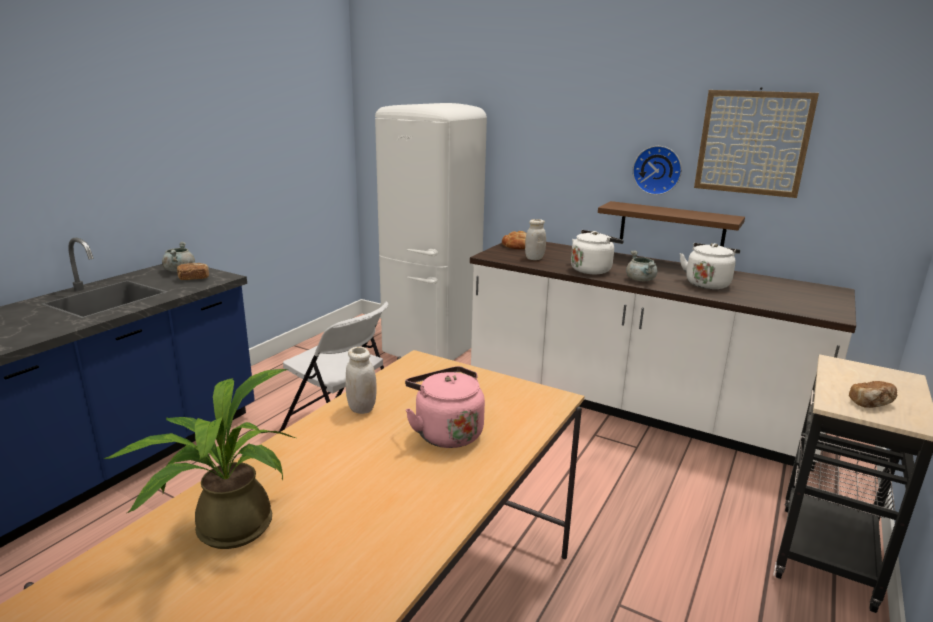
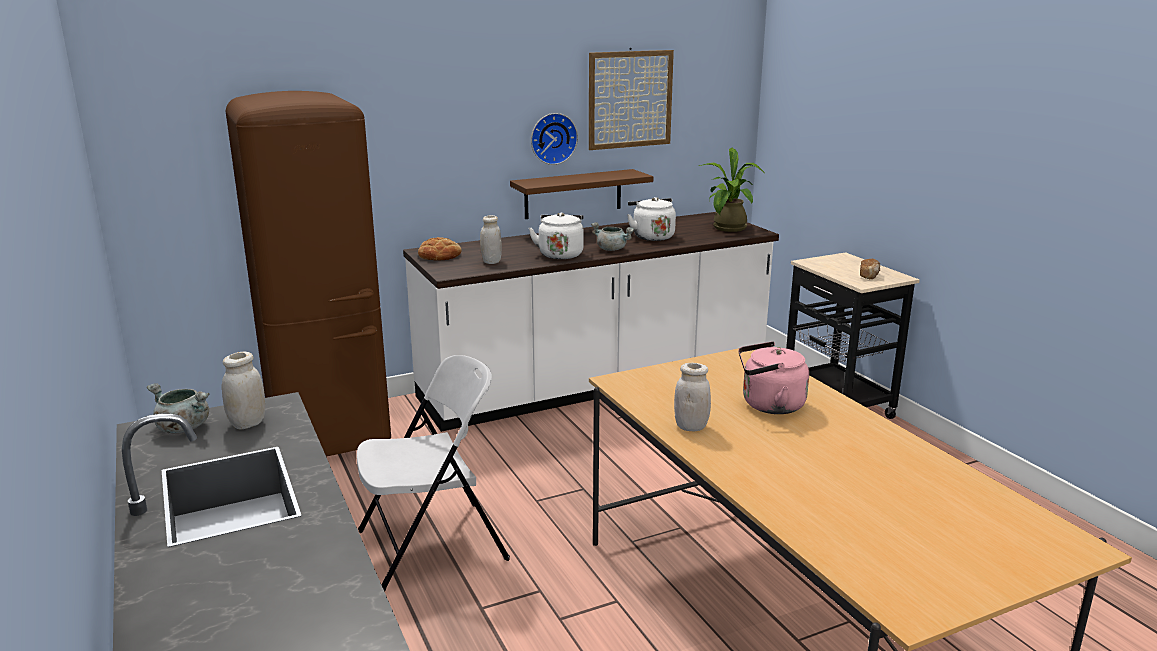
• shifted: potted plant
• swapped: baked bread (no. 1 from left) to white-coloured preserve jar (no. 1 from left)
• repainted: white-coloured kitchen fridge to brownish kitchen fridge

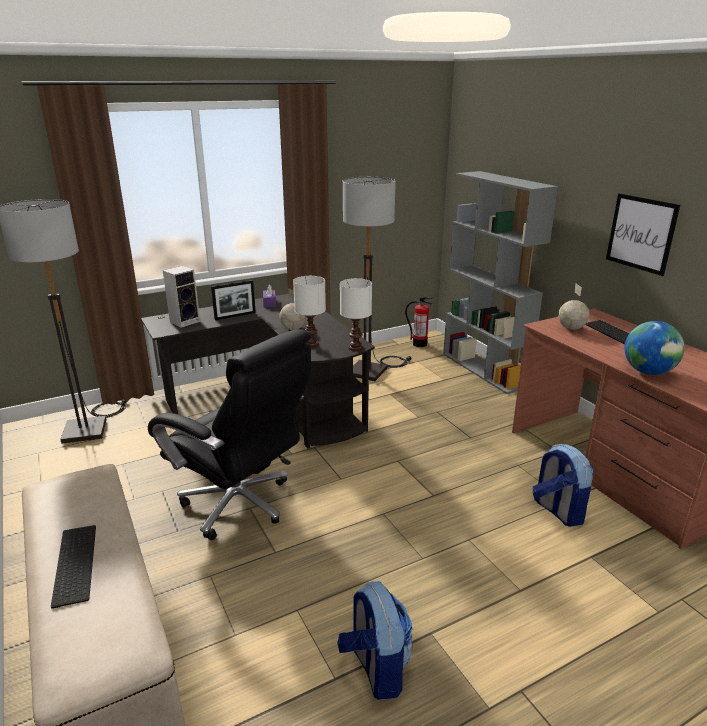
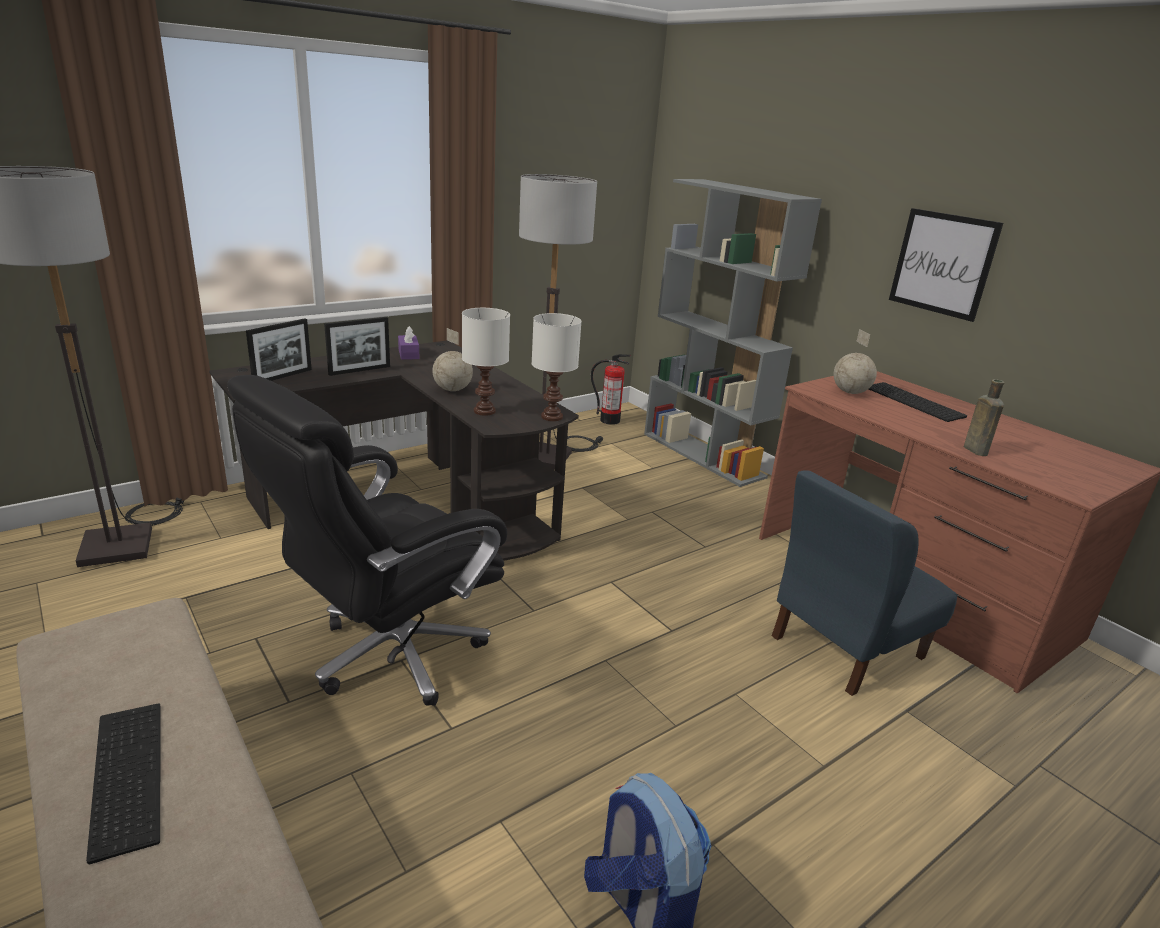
• rotated: black-coloured computer chair 105 degrees clockwise
• swapped: speaker to standing frame (no. 1 from left)
• swapped: rucksack (no. 2 from left) to blue-coloured plain chair
• swapped: desk globe (no. 3 from left) to brownish drink bottle

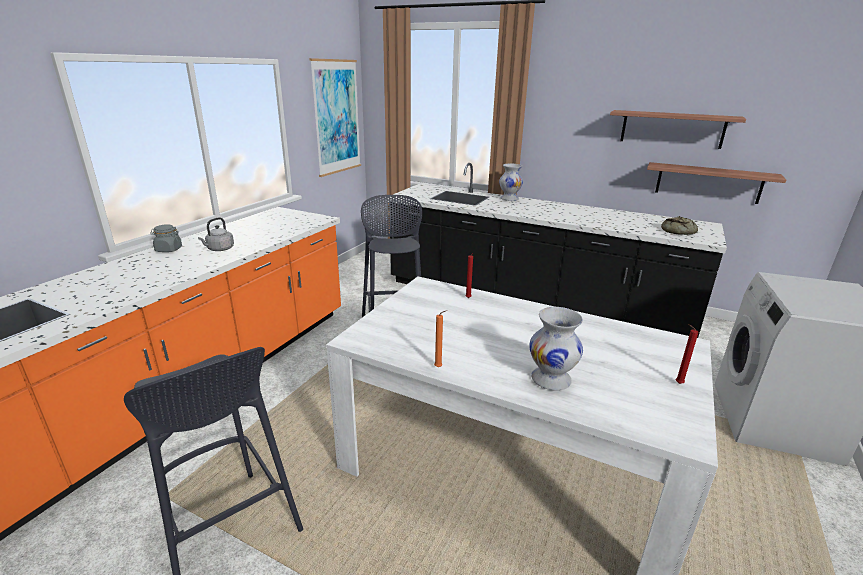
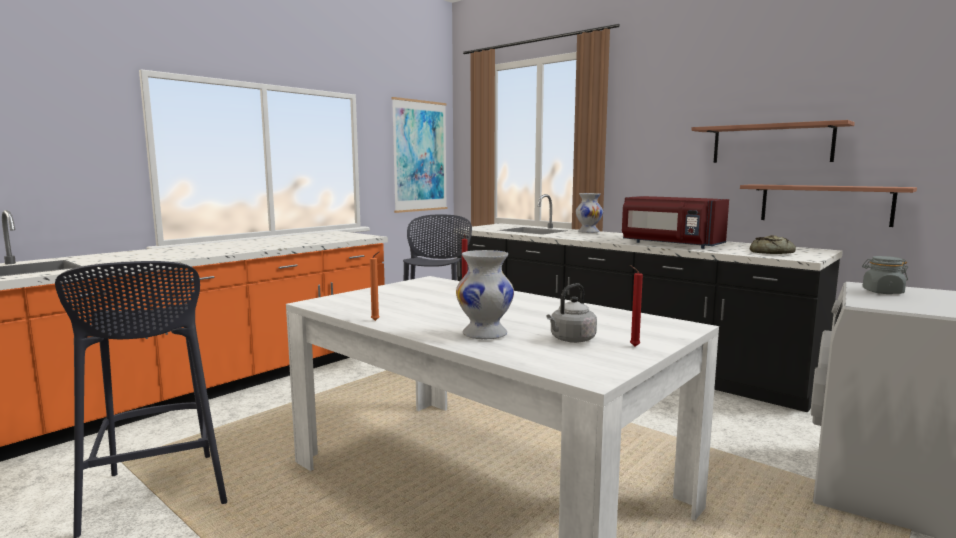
• shifted: gray preserve jar
• shifted: gray water kettle
• new: reddish microwave

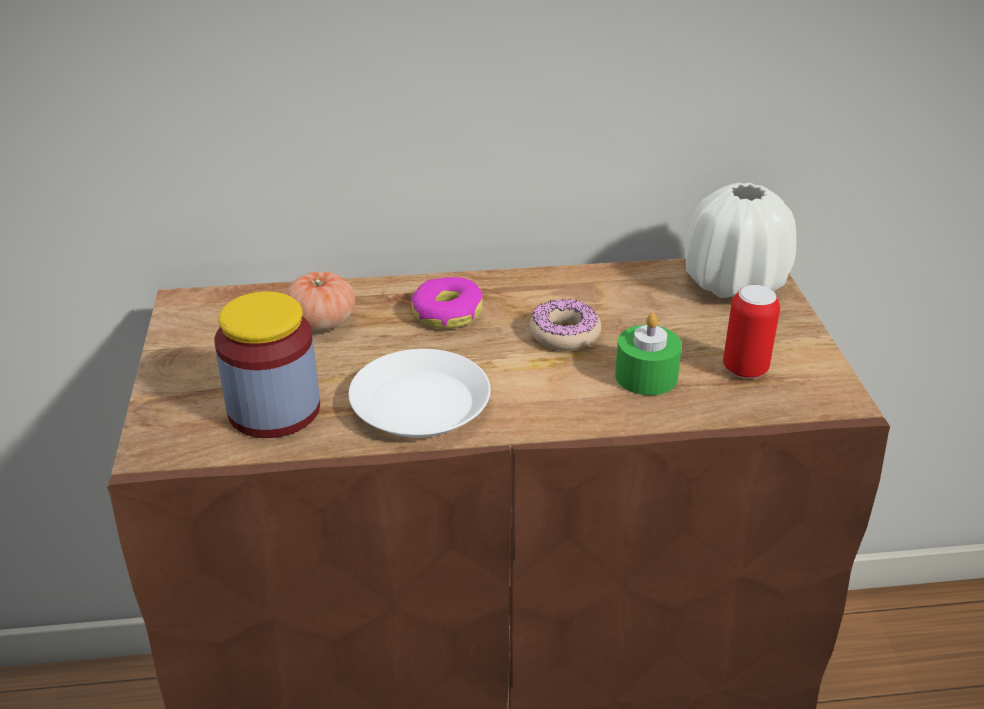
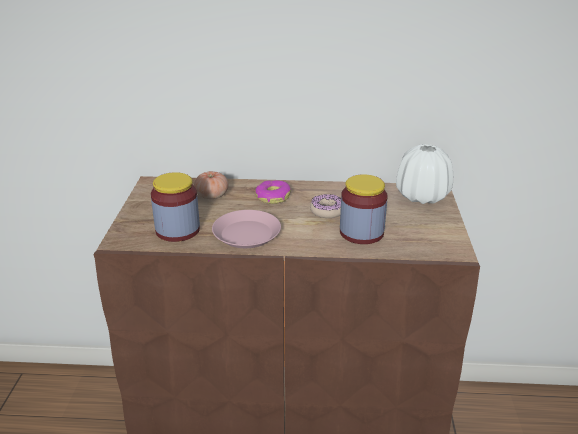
• repainted: white-coloured flat dish to pink flat dish
• swapped: greenish candle to preserve jar (no. 2 from left)
• gone: sealed can

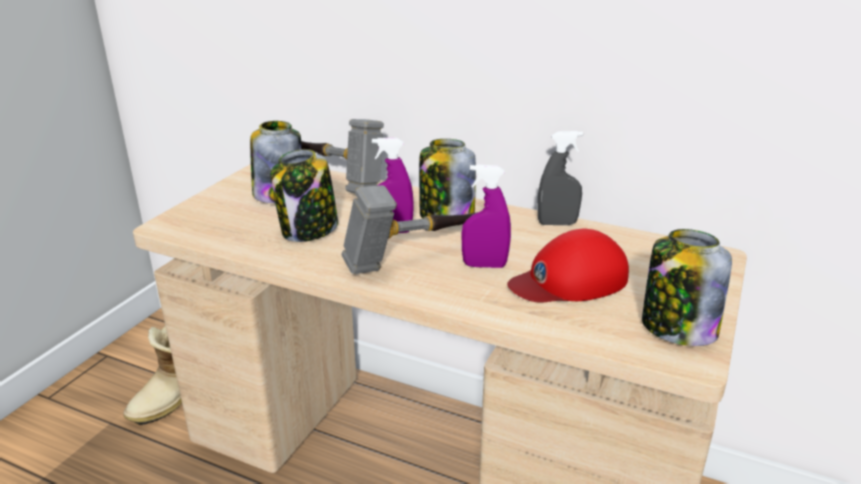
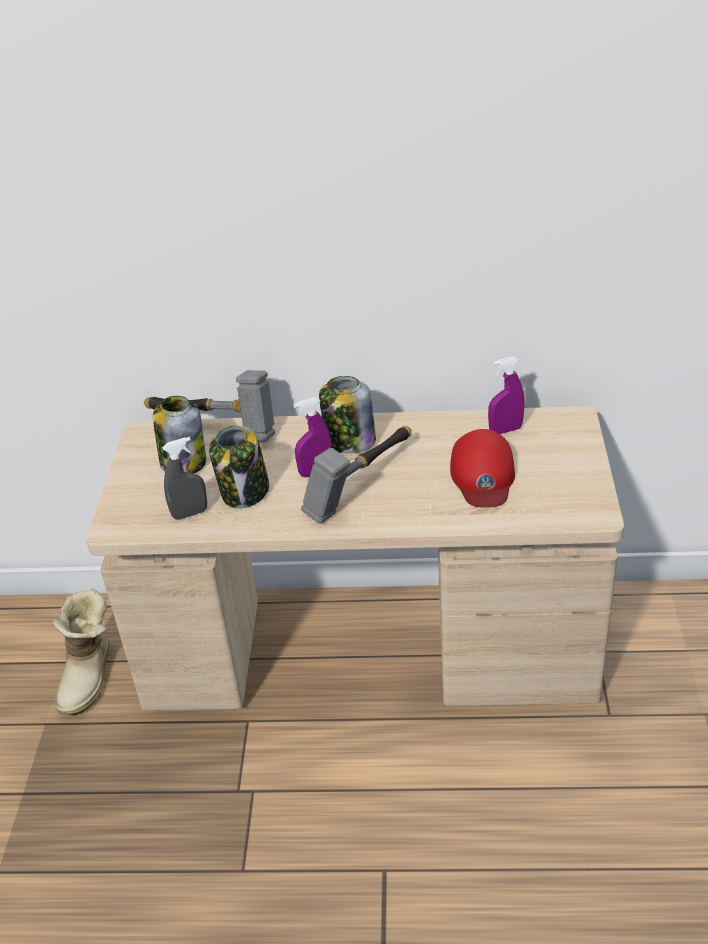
• shifted: purplish spray bottle (no. 2 from left)
• rotated: reddish baseball cap 45 degrees counterclockwise
• shifted: gray spray bottle
• gone: preserve jar (no. 4 from left)

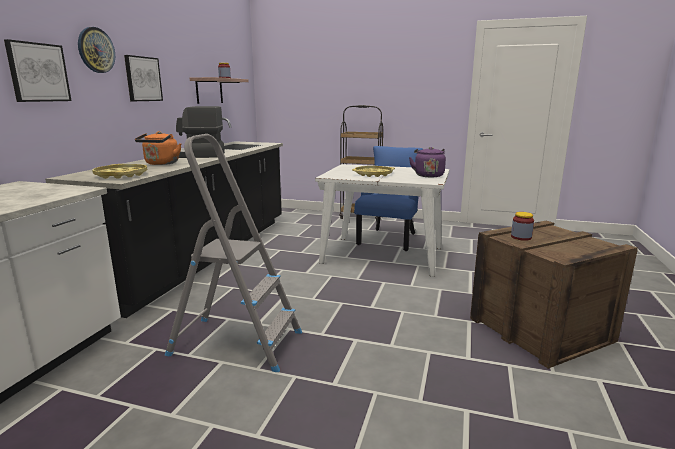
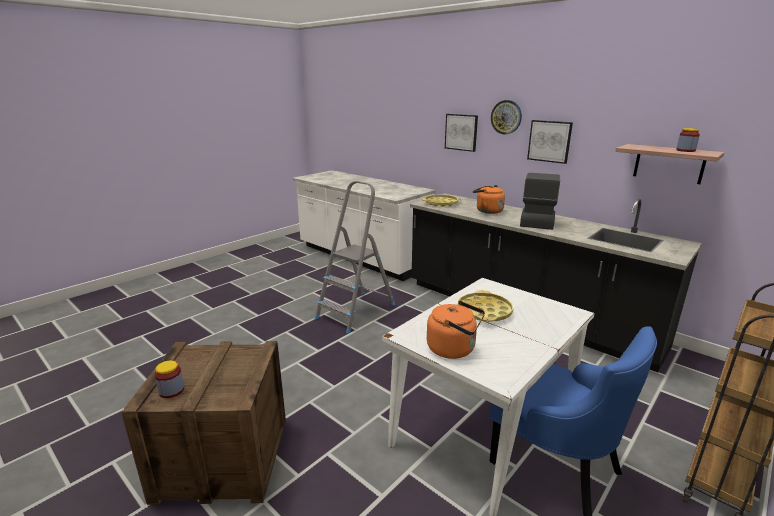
• repainted: purplish water kettle to orange-coloured water kettle (no. 1 from left)
• shifted: preserve jar (no. 2 from left in the first image) to preserve jar (no. 1 from left)

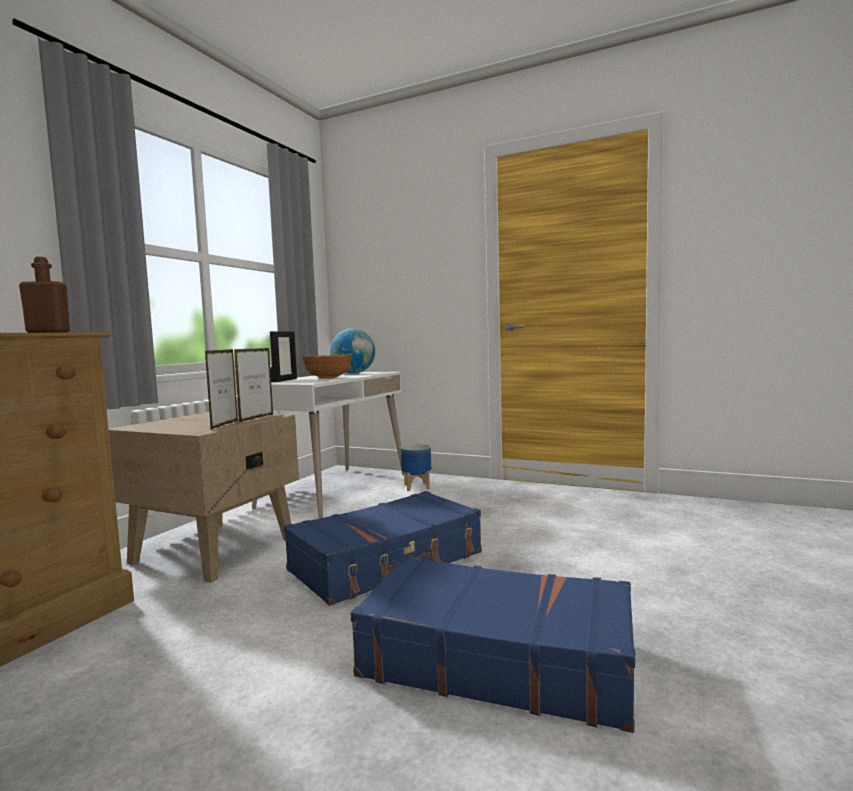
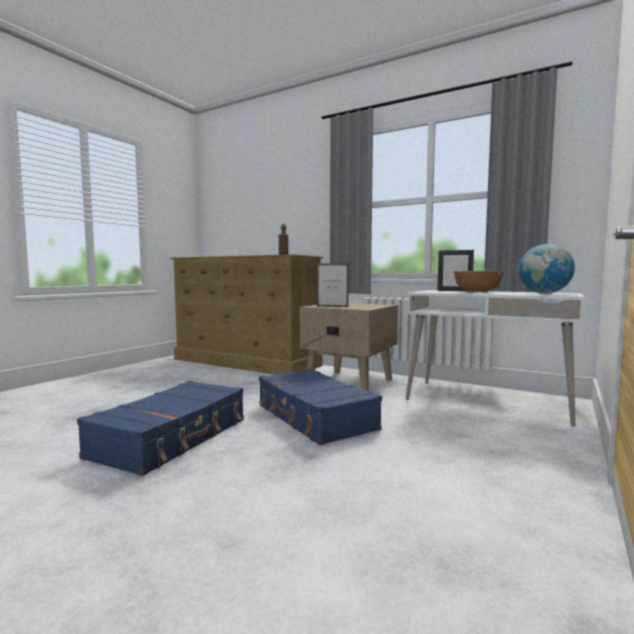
• gone: standing frame (no. 2 from left)
• gone: plant pot

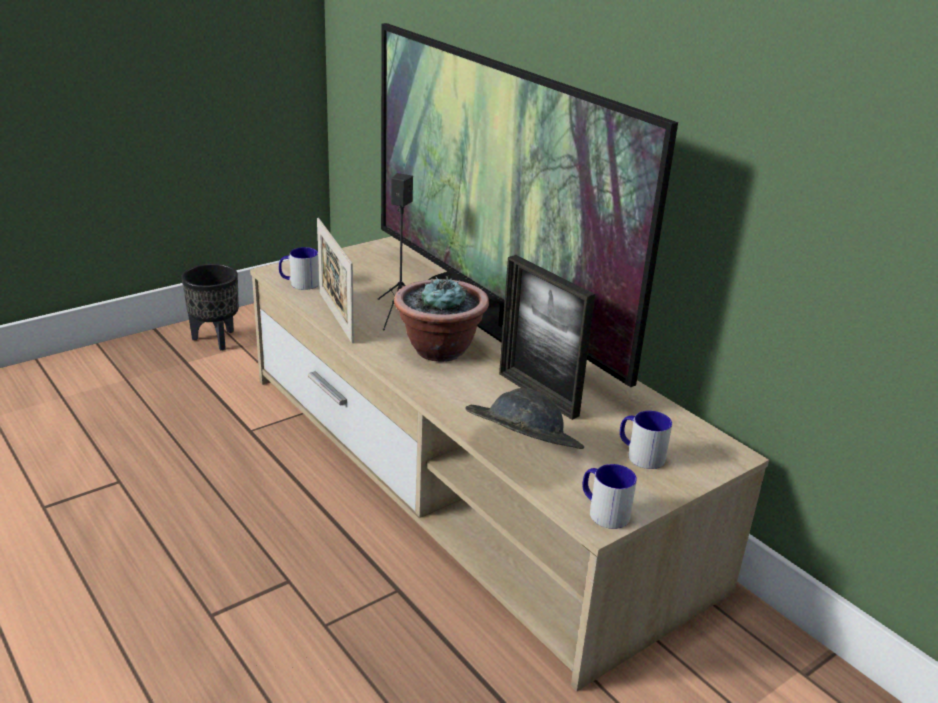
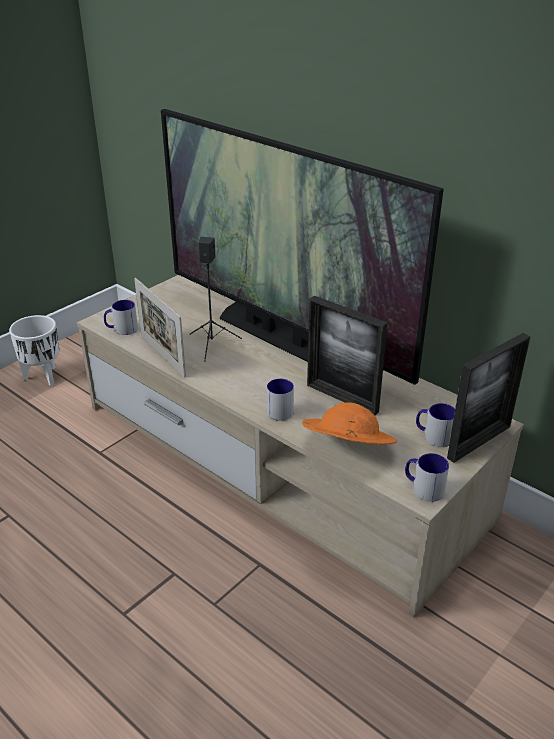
• repainted: black-coloured plant pot to white-coloured plant pot
• gone: potted plant
• repainted: gray hat to orange-coloured hat
• new: mug (no. 2 from left)
• new: standing frame (no. 3 from left)

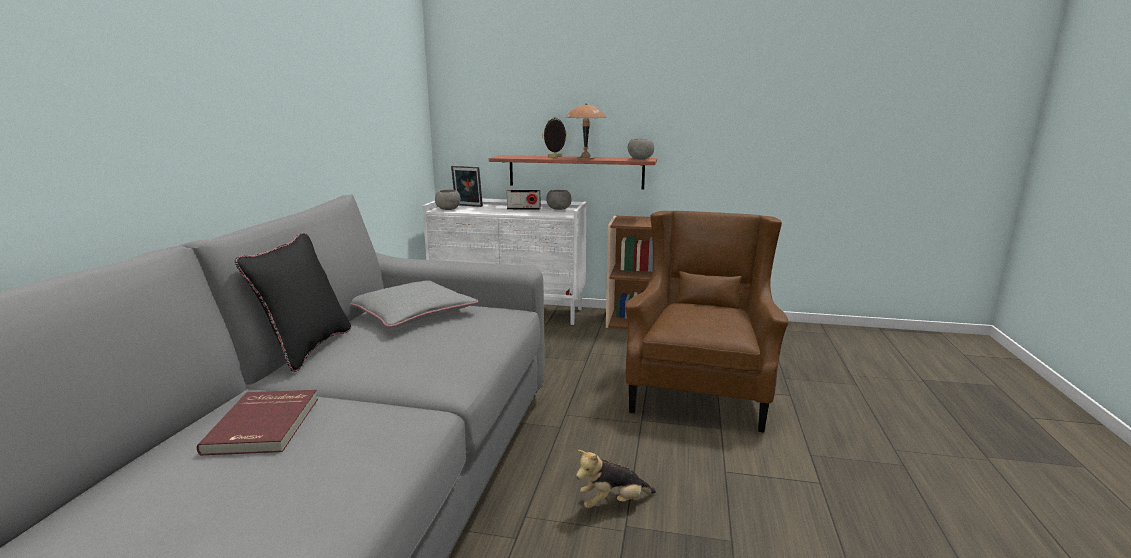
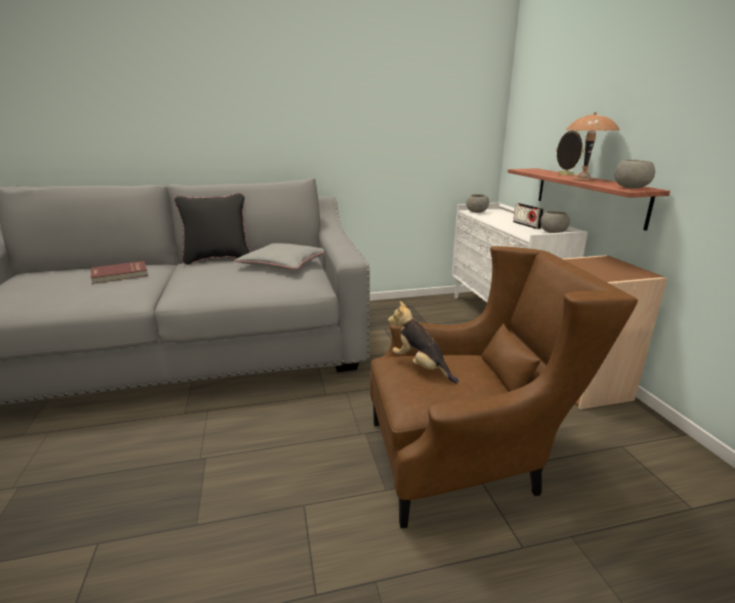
• gone: standing frame (no. 1 from left)
• shifted: plush toy

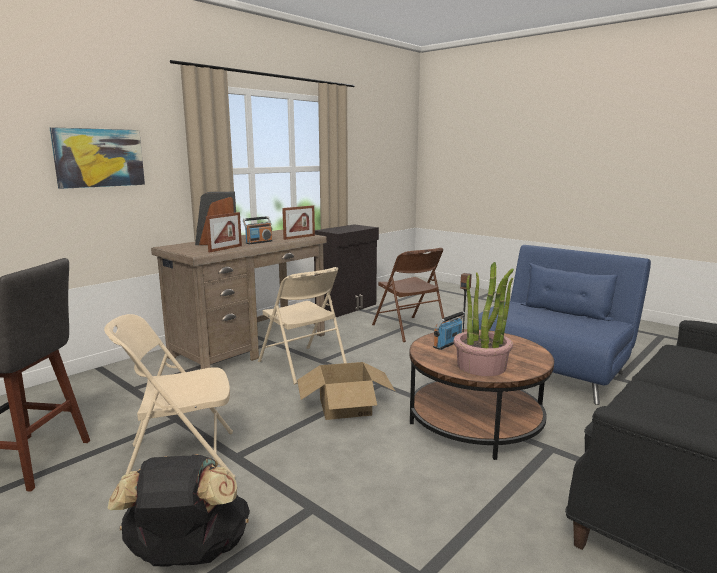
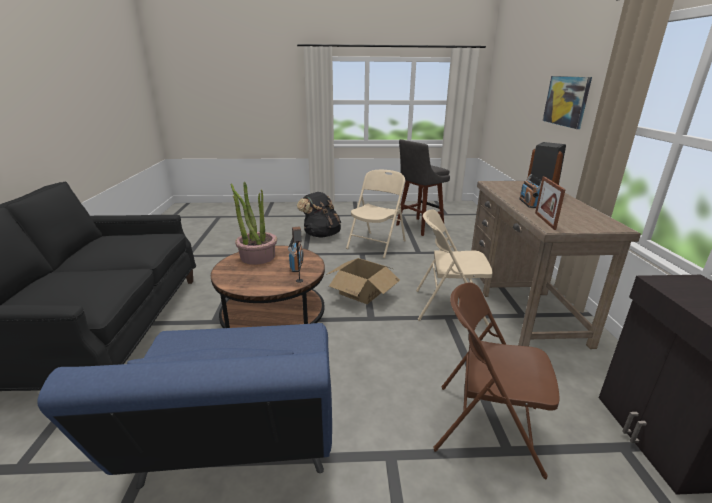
• gone: standing frame (no. 1 from left)

